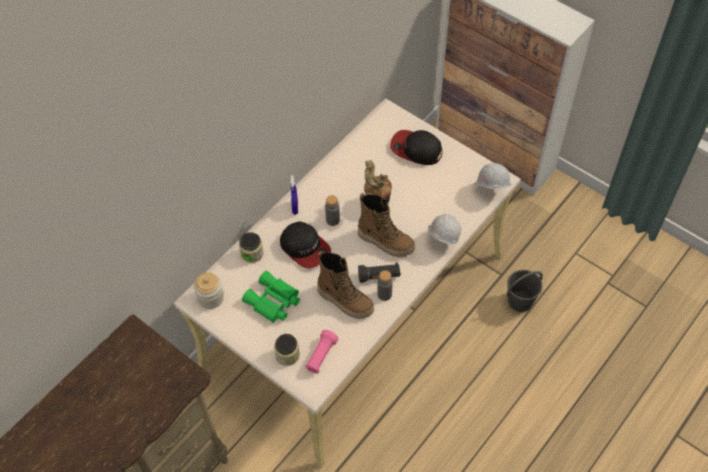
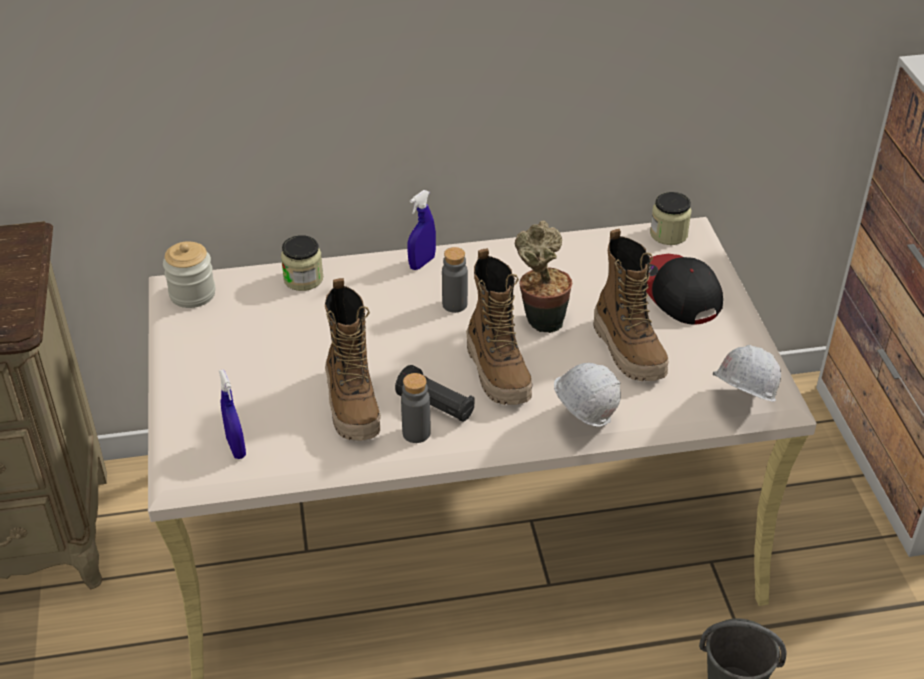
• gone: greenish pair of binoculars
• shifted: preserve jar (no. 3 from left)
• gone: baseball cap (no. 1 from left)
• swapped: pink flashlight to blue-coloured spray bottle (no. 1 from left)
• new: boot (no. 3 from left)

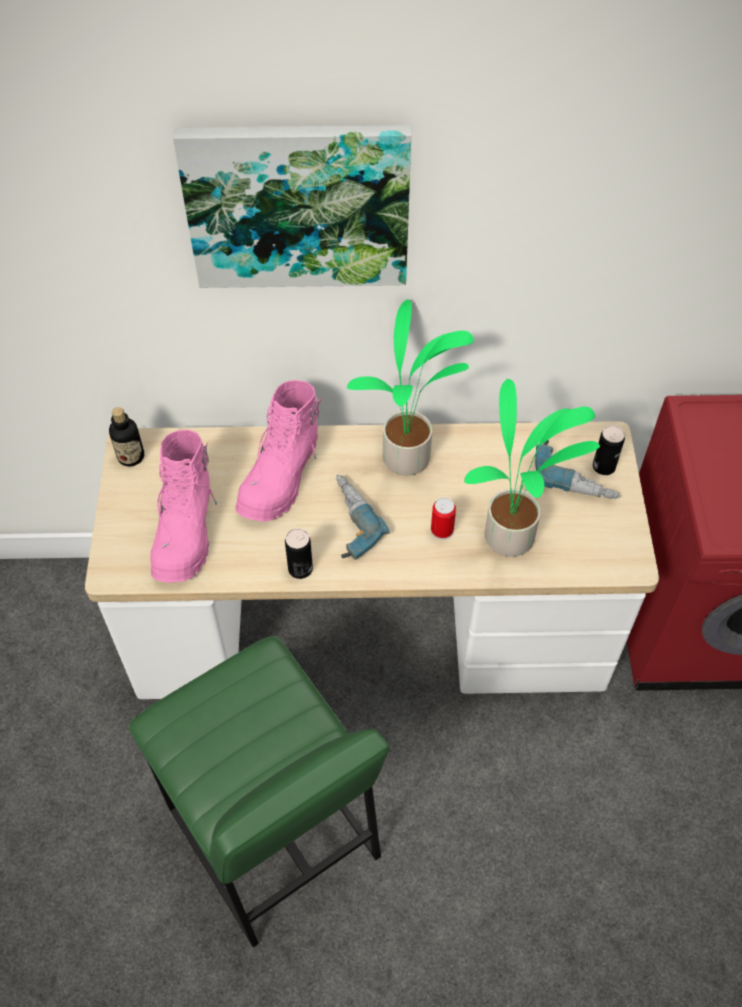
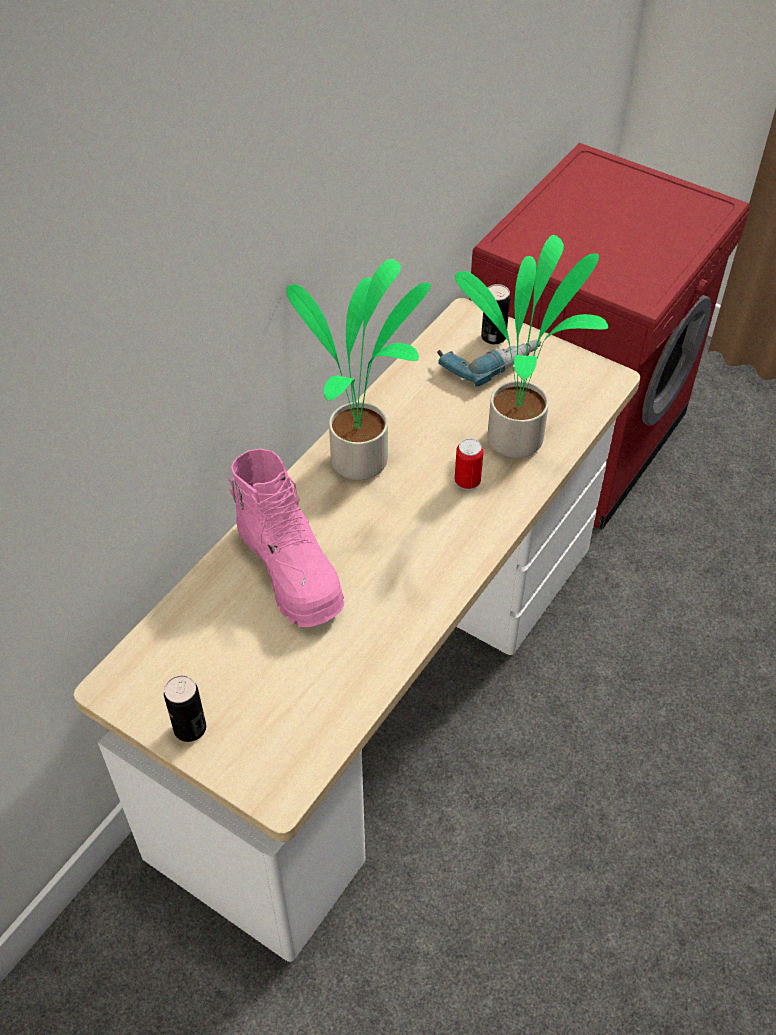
• gone: drink bottle
• gone: greenish plain chair
• gone: pink boot (no. 1 from left)
• gone: wall picture
• shifted: sealed can (no. 1 from left)
• gone: power drill (no. 1 from left)

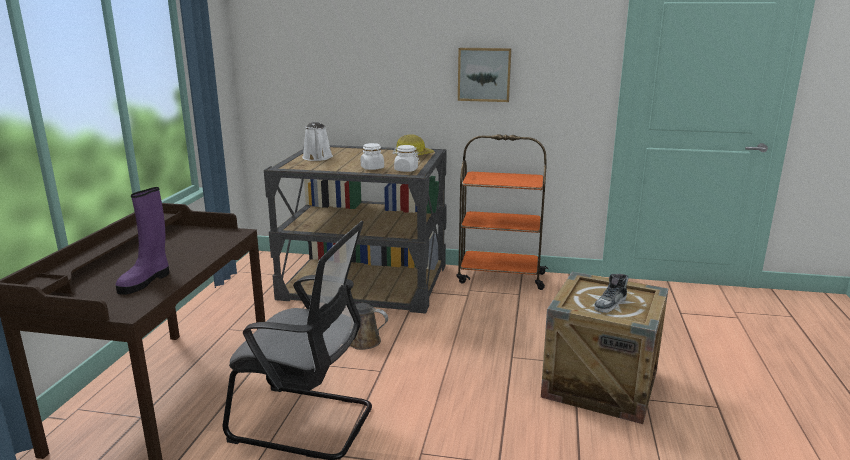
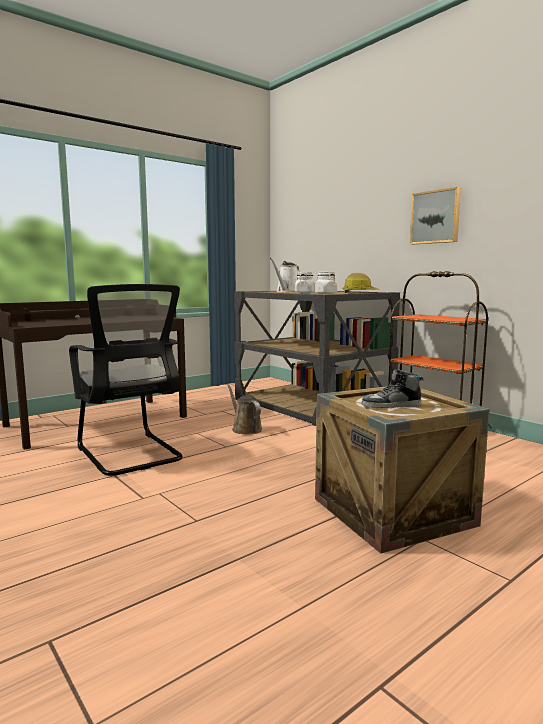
• gone: purplish boot

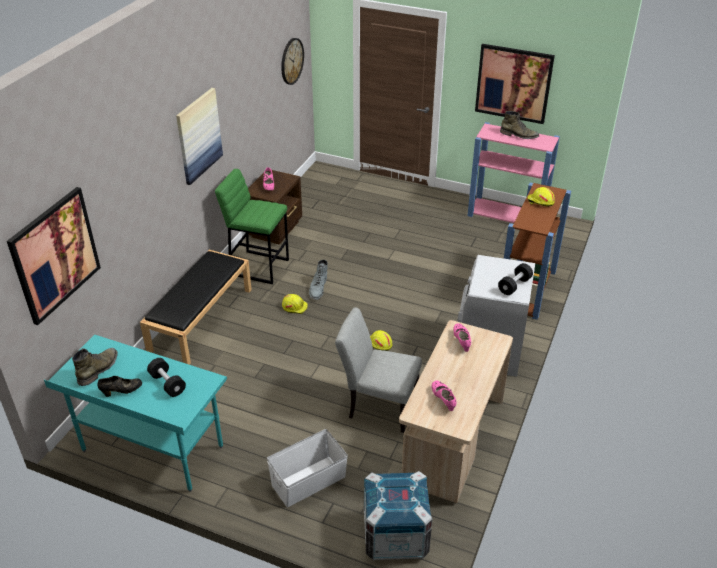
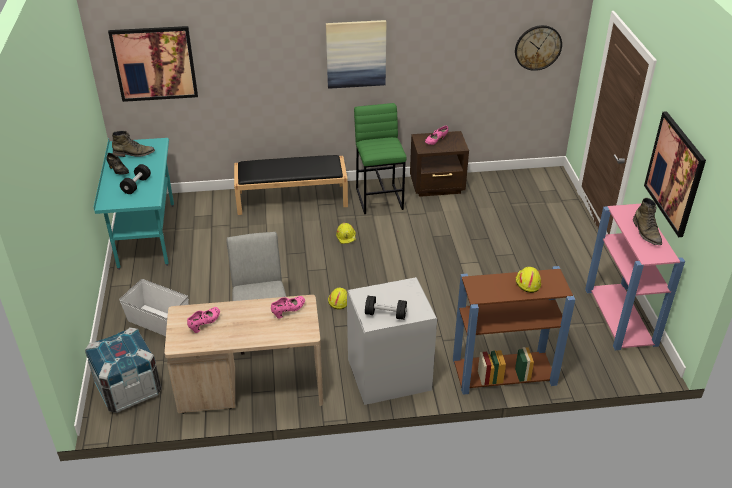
• gone: gray boot

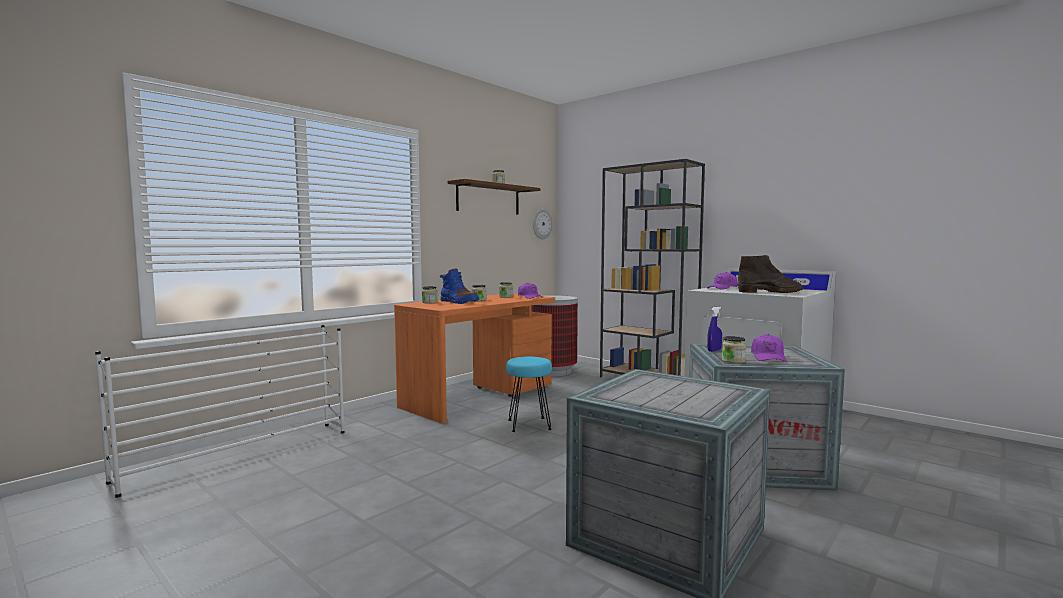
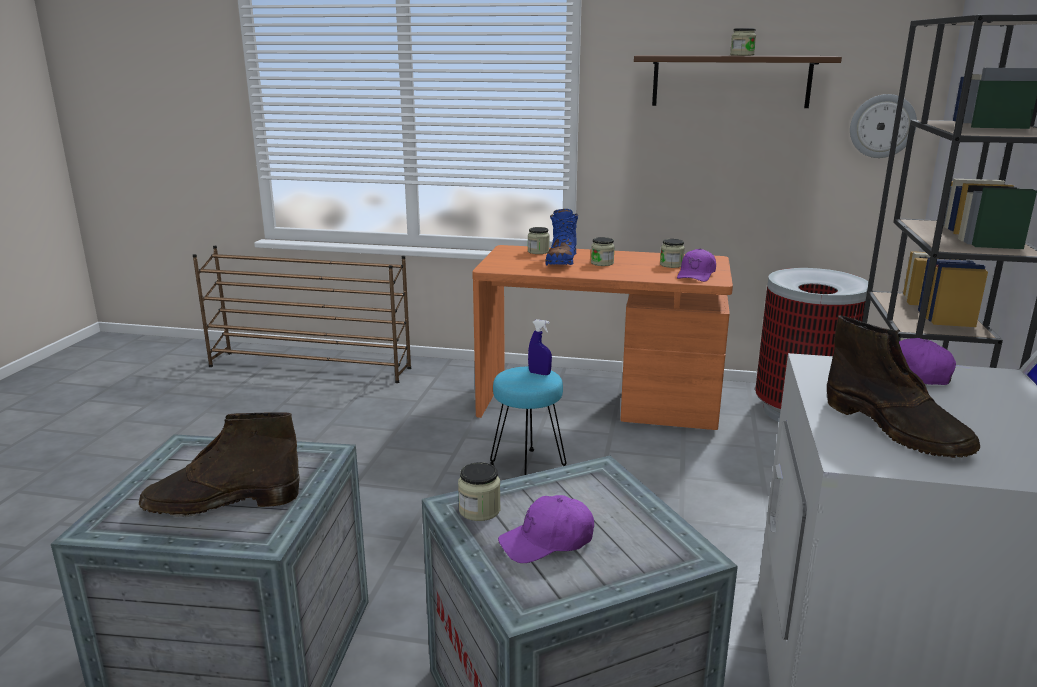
• repainted: white-coloured shoe shelf to brownish shoe shelf
• shifted: blue-coloured spray bottle
• new: brownish boot (no. 1 from left)

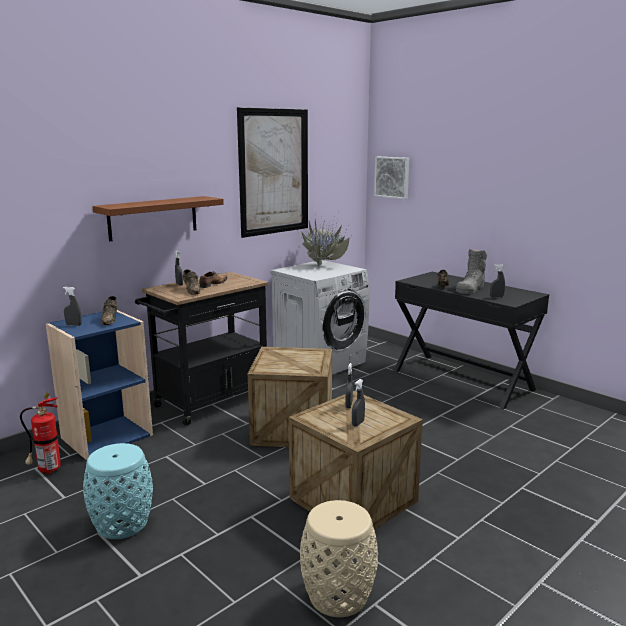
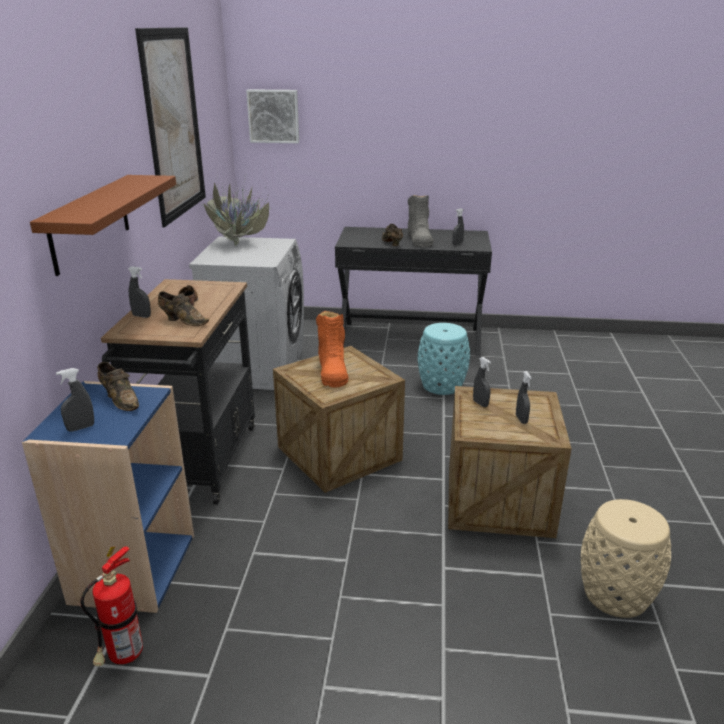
• shifted: turquoise sitting stool
• new: orange-coloured boot

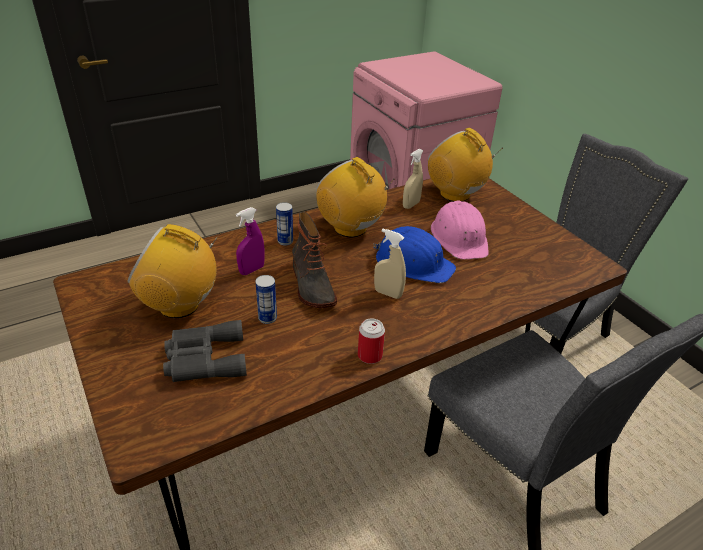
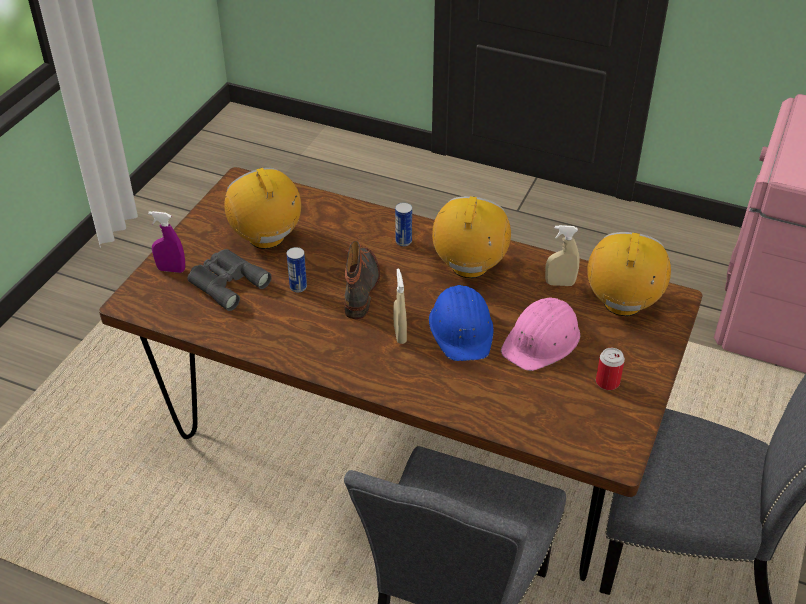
• shifted: purplish spray bottle
• rotated: boot 150 degrees clockwise
• shifted: sealed can (no. 3 from left)

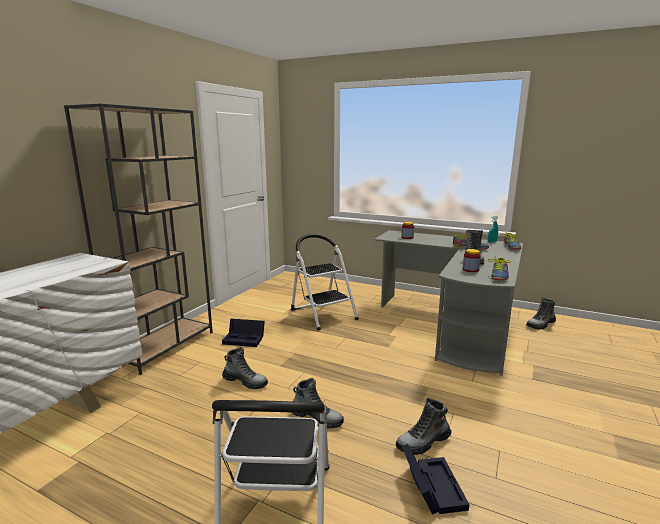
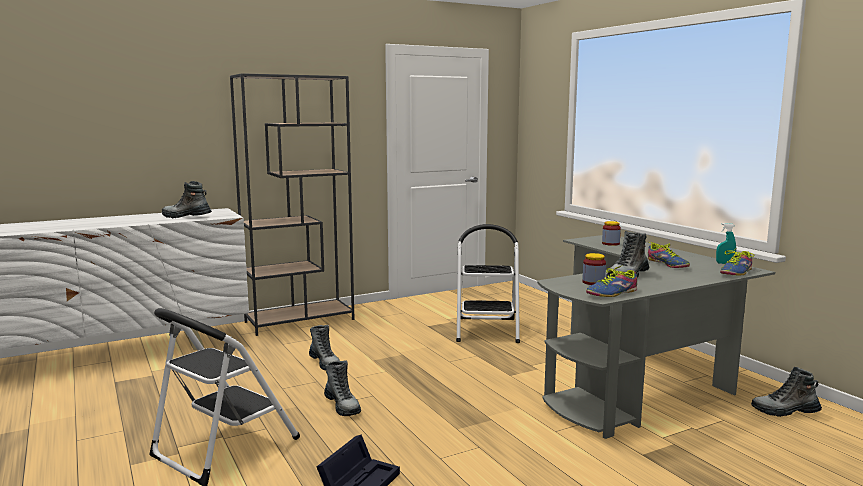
• gone: black-coloured storage bin (no. 1 from left)
• shifted: boot (no. 3 from left in the first image) to boot (no. 1 from left)

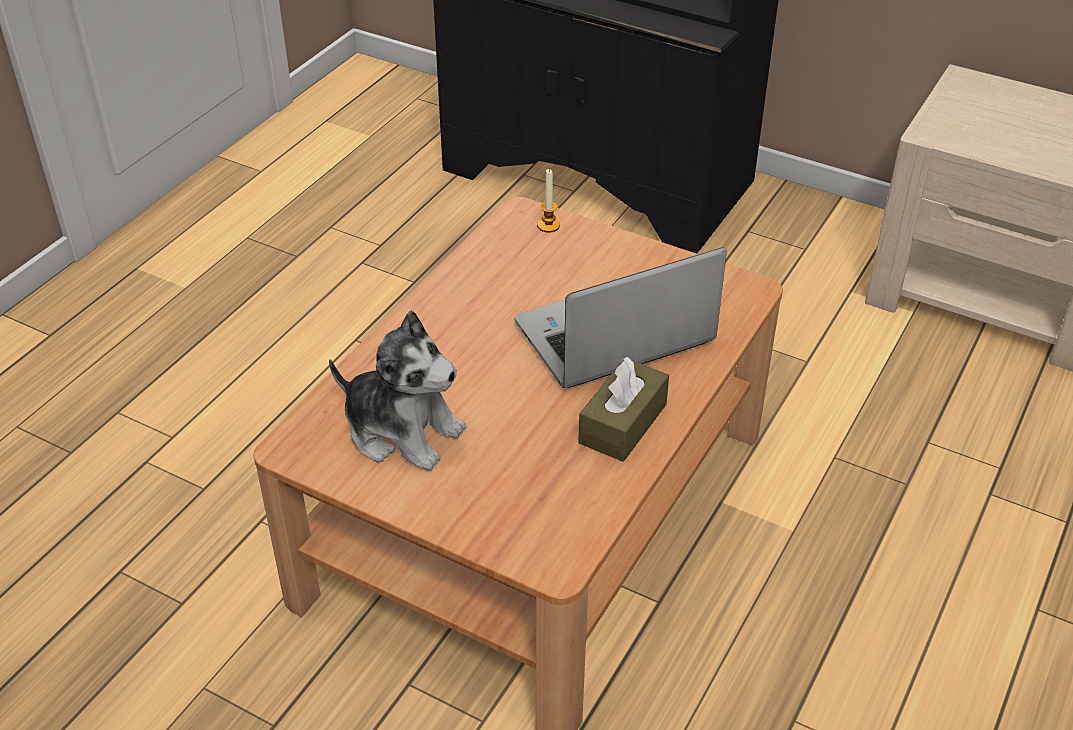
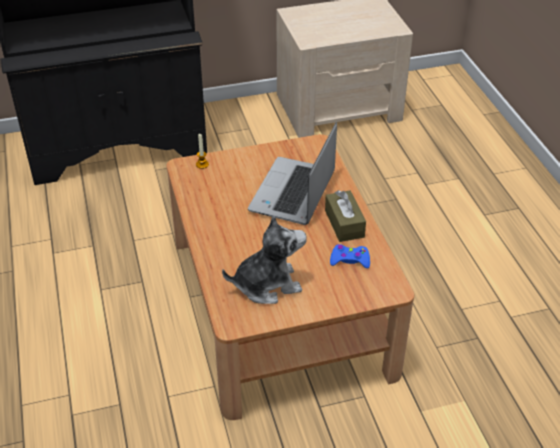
• new: blue-coloured joypad

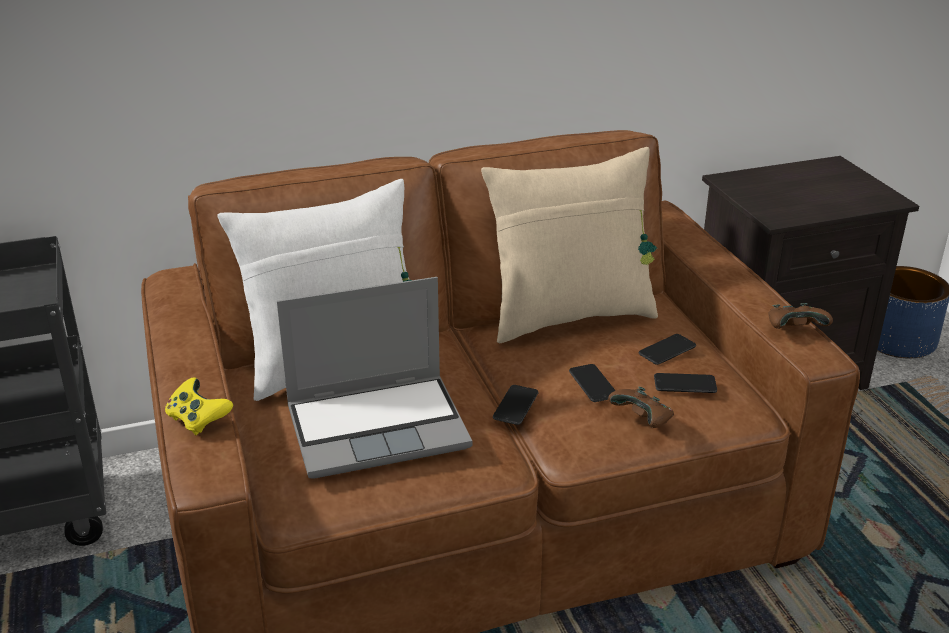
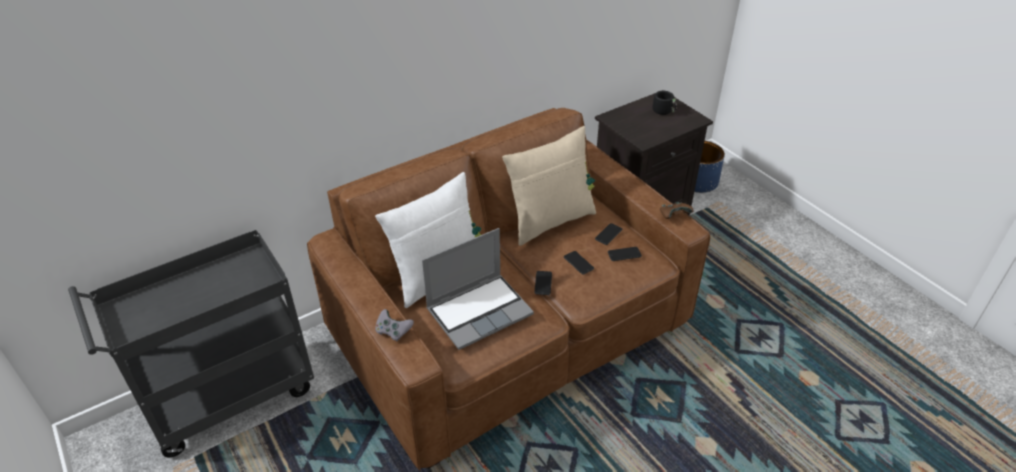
• repainted: yellowish joypad to gray joypad
• gone: brownish joypad (no. 1 from left)
• new: black-coloured mug

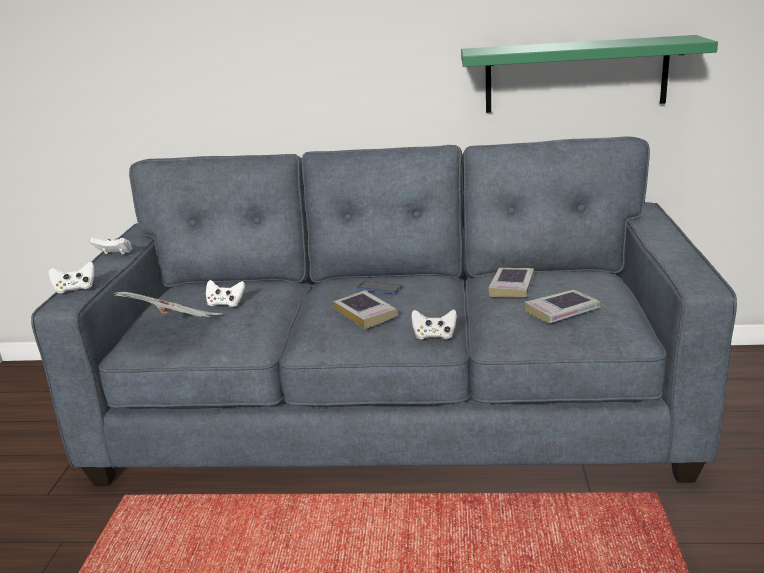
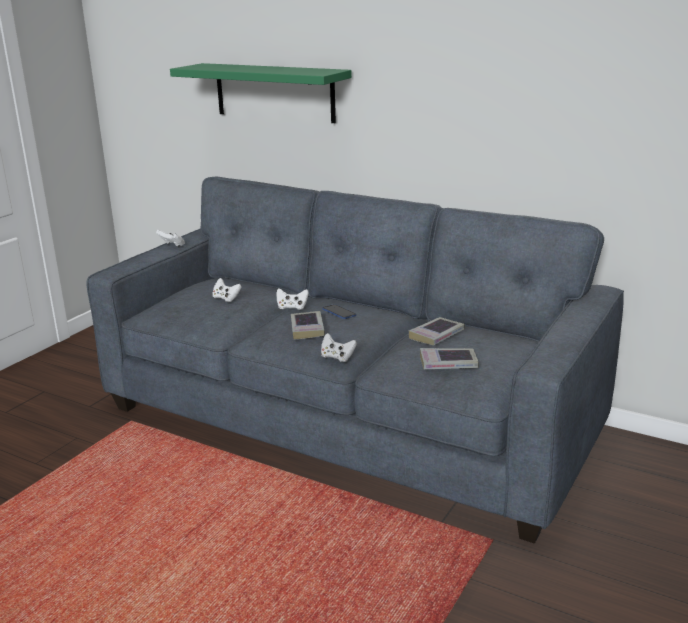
• shifted: white-coloured joypad (no. 1 from left in the first image) to white-coloured joypad (no. 3 from left)
• gone: daily paper
• shifted: greenish wall shelf

